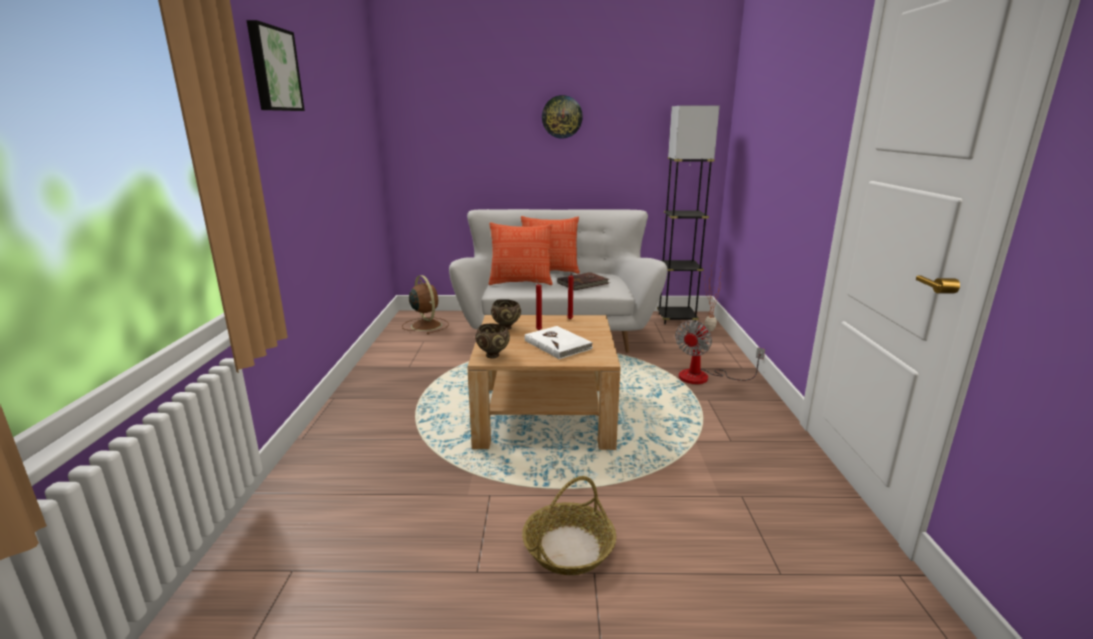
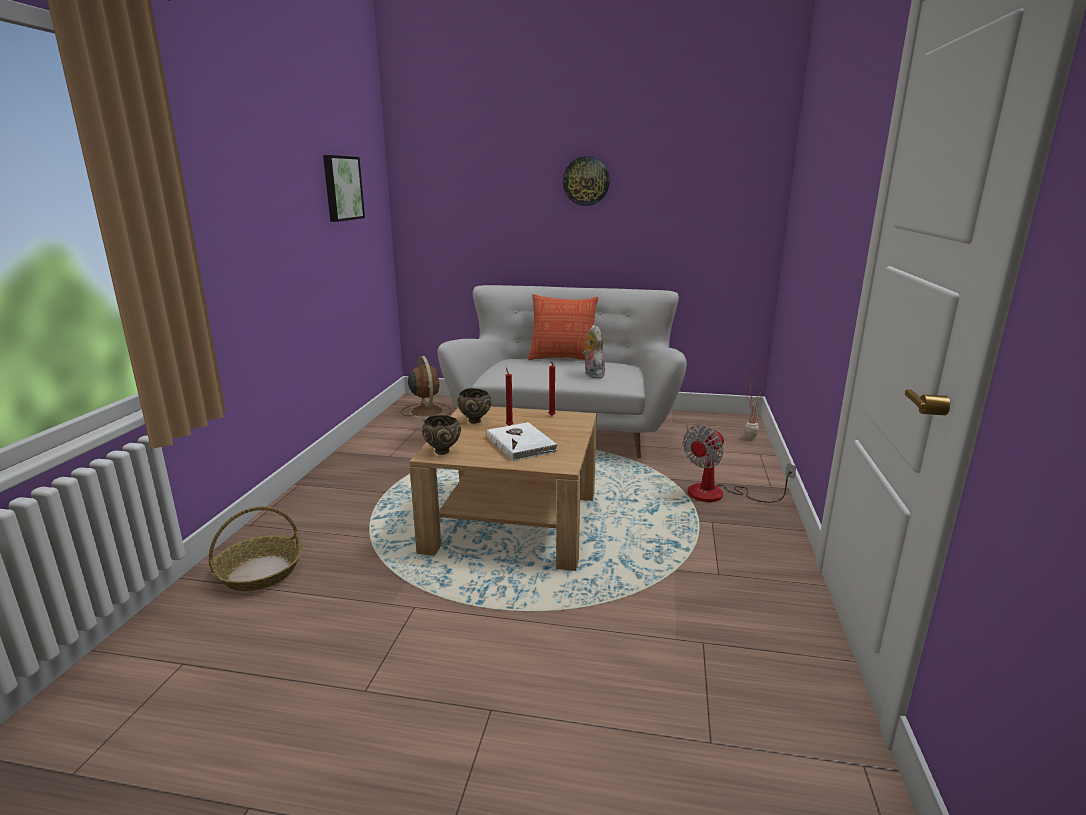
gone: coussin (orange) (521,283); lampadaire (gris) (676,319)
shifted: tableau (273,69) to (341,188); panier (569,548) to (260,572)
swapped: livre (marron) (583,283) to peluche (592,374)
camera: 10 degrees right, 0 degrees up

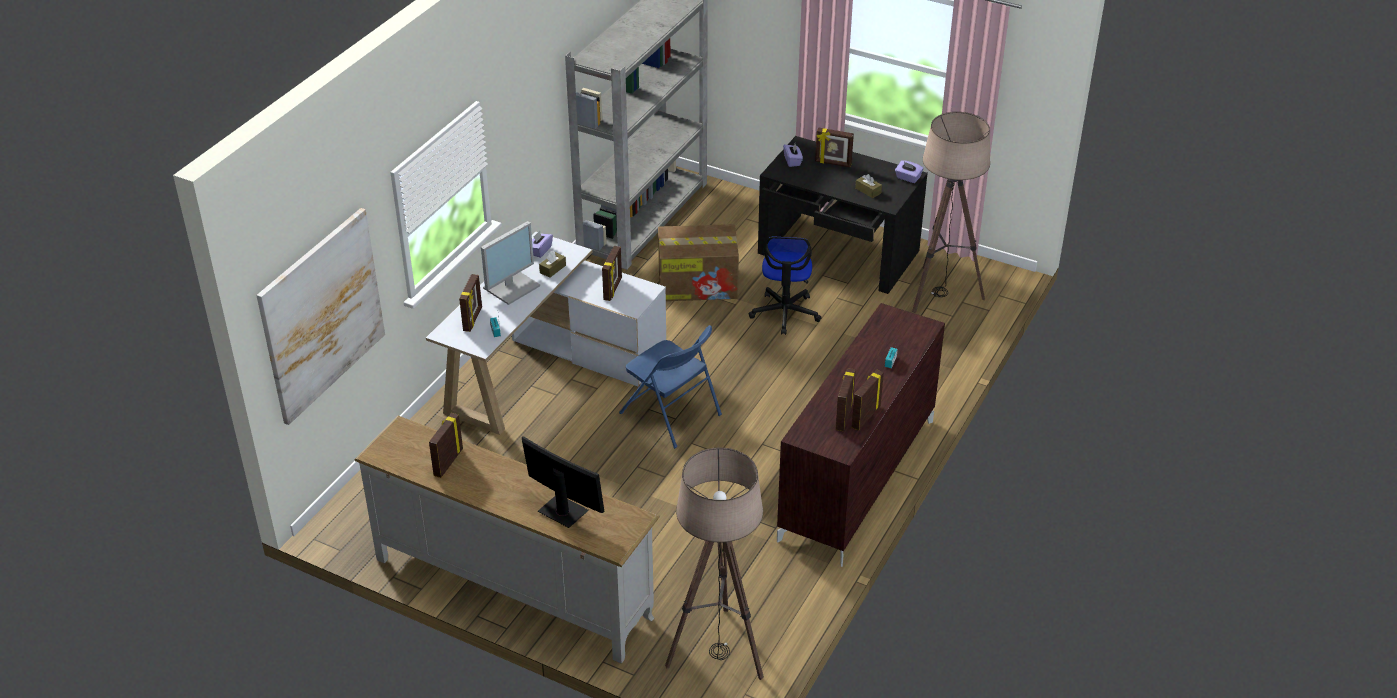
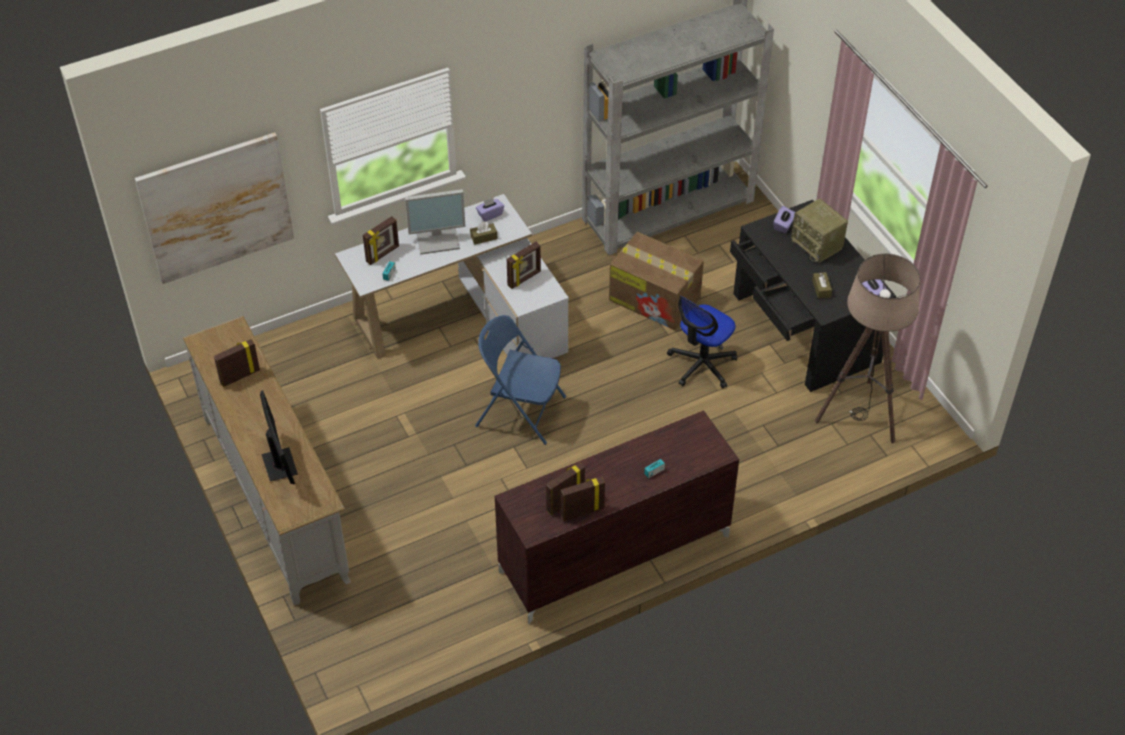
gone: lampadaire (717,651)
swapped: cadre photo (833,163) to radio (817,245)
rotated: chaise (bleu) (670,414) = (521,411) 120 degrees clockwise
camera: 35 degrees right, 10 degrees up

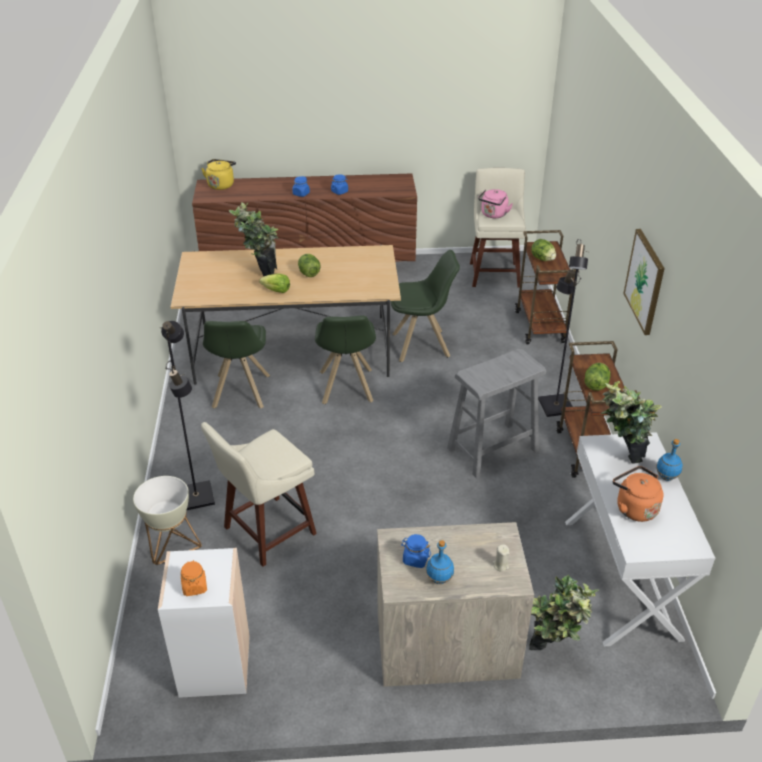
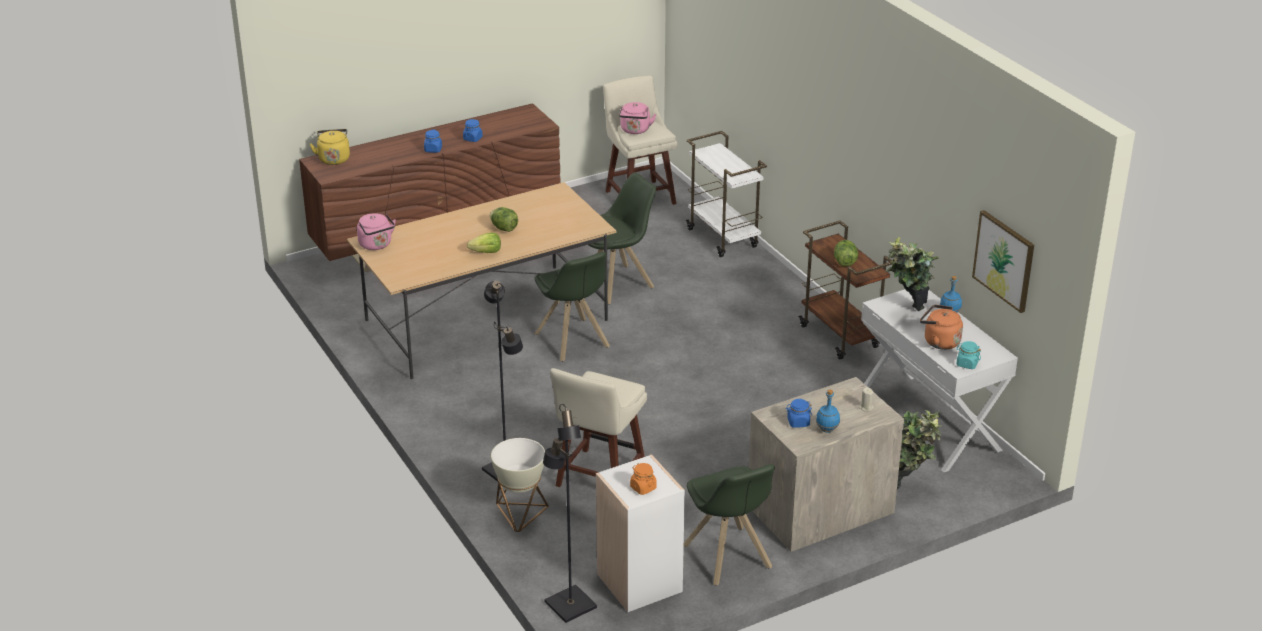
gone: plante en pot (259,274); tabouret (gris) (492,449); laitue (542,259)
new: bouilloire (rose) (376,245); bocal (turquoise) (967,364)
shifted: chaise (vert) (240,391) to (728,556); lampadaire (noir) (556,406) to (570,604); tableau (645,281) to (1004,260)
repainted: chariot (marron) (540,329) to chariot (blanc) (723,240)
camera: 25 degrees left, 5 degrees down

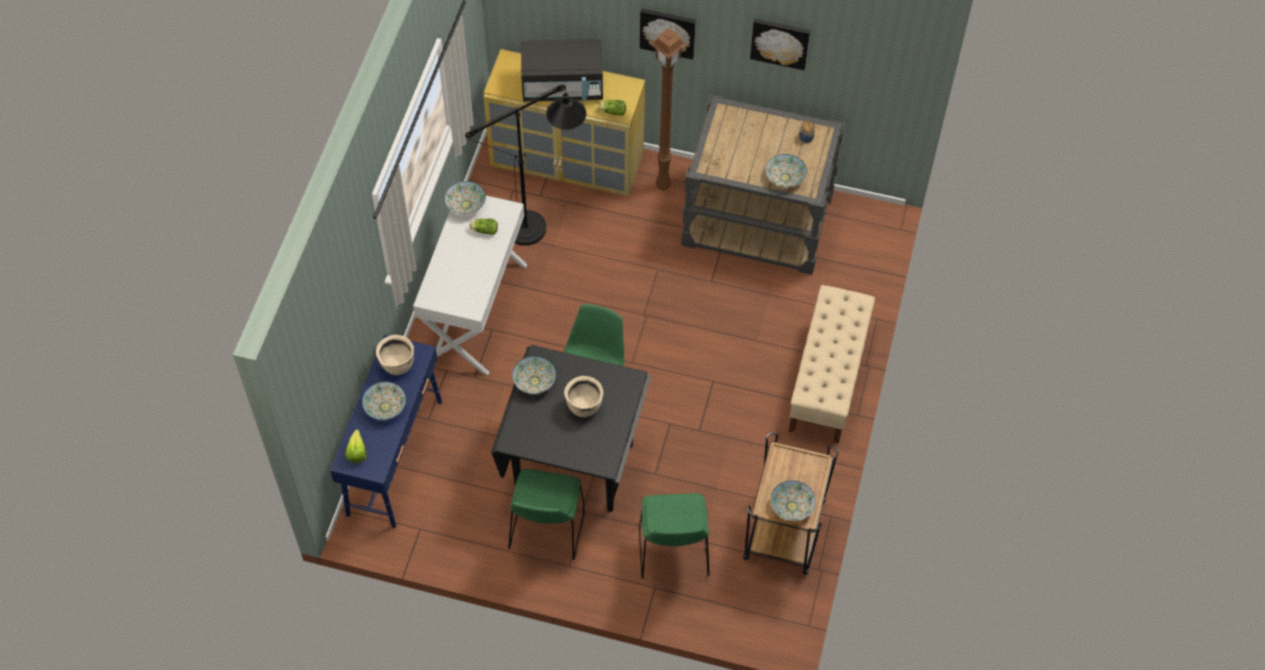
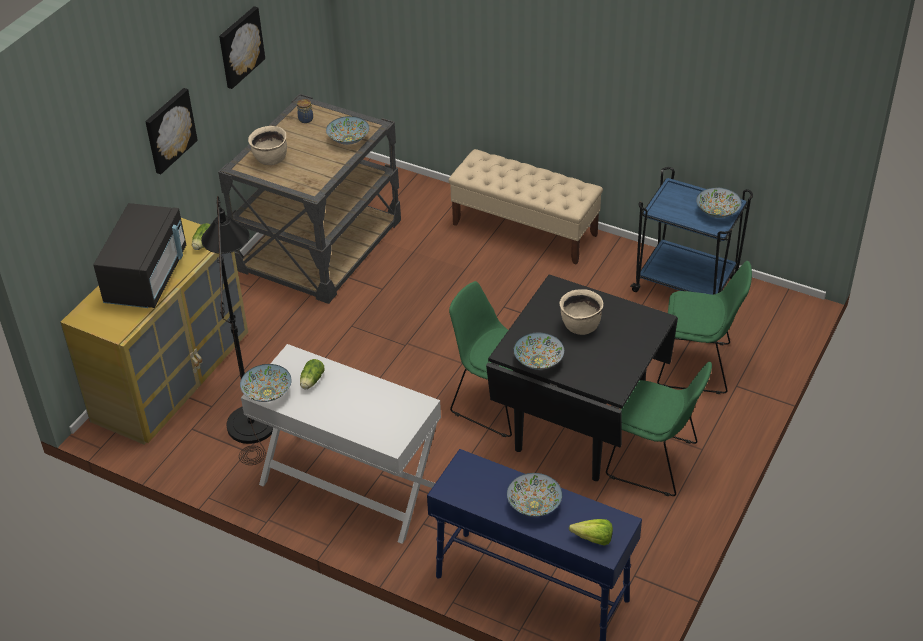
gone: lampadaire (marron) (664,185)
shifted: marmite (beige) (397,364) to (270,159)
repainted: chariot (marron) (784,531) to chariot (bleu) (686,285)
camera: 75 degrees left, 15 degrees down

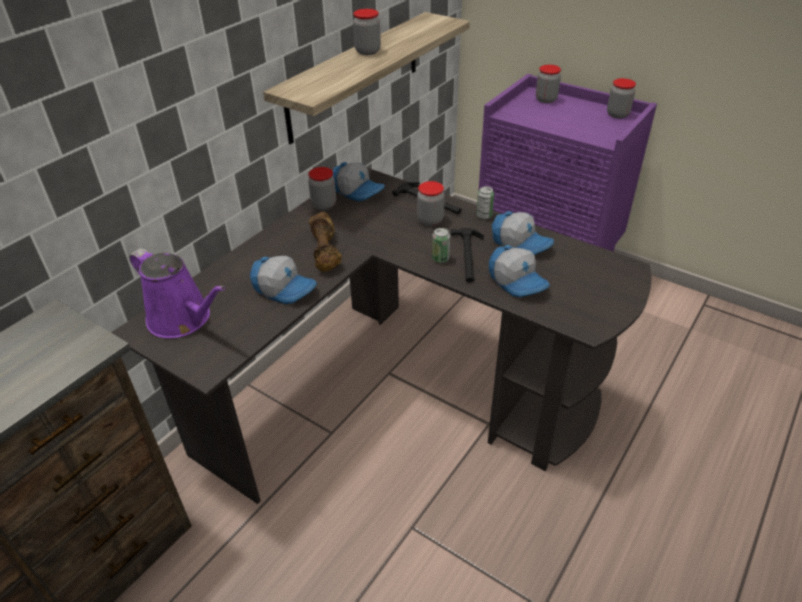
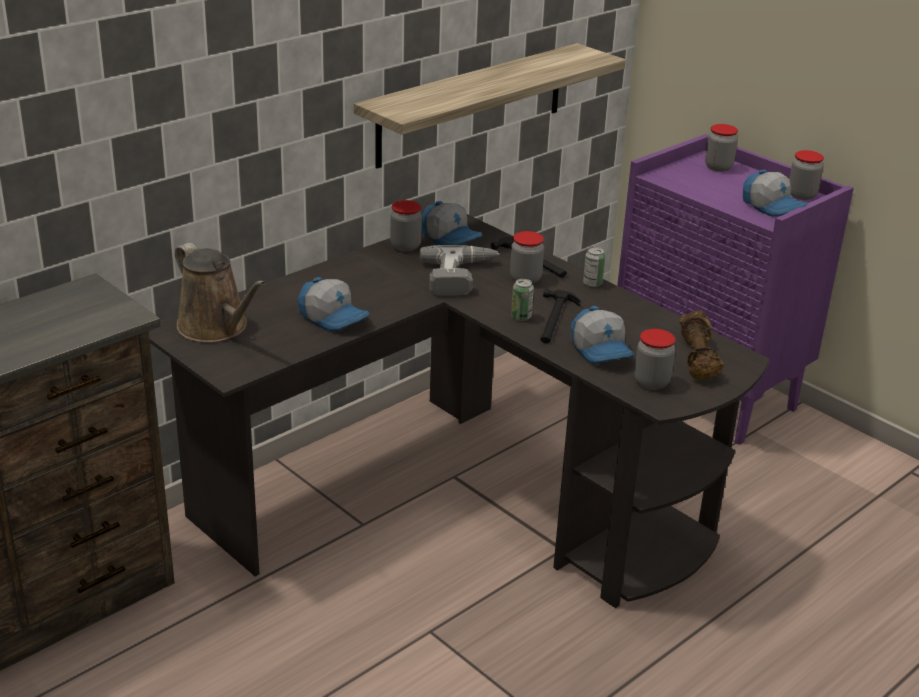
new: perceuse (461,277)
shifted: haltère (marron) (326,251) to (698,359); bocal (367,51) to (651,382); casquette (521,243) to (773,207)
repainted: arrosoir (violet) (183,319) to arrosoir (marron) (216,328)
camera: 10 degrees right, 10 degrees down

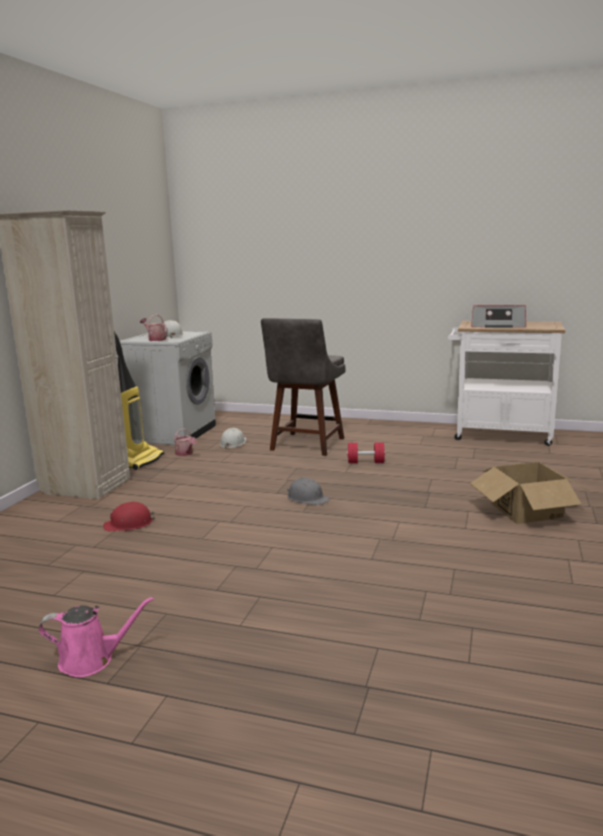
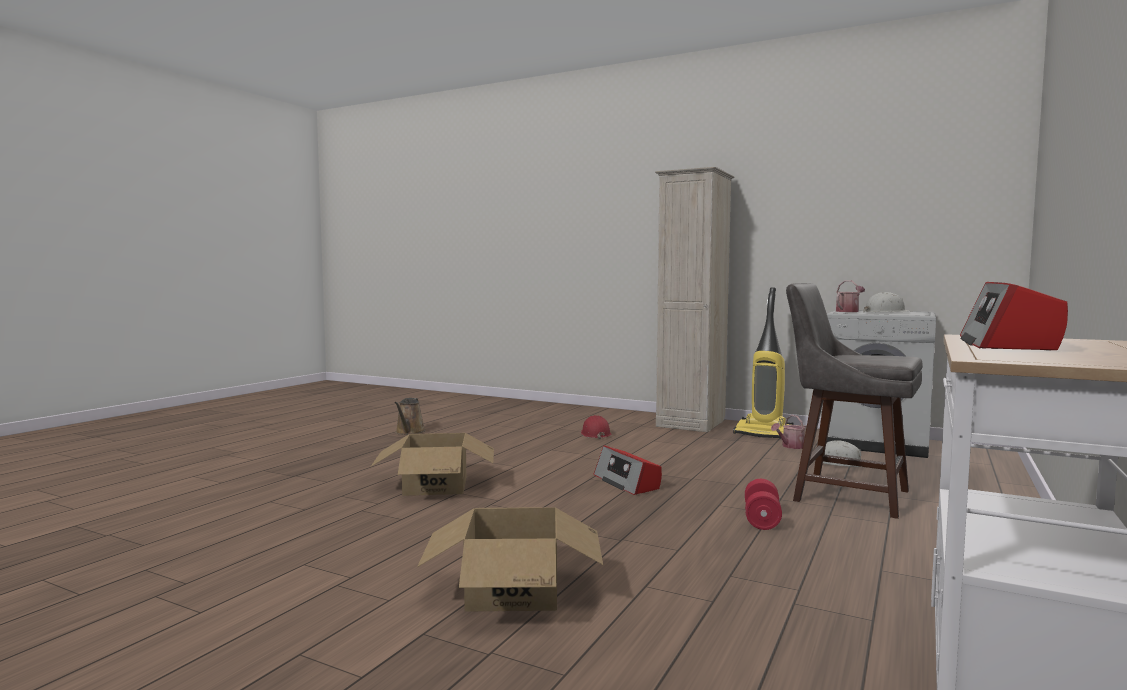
new: carton (436,485)
swapped: casque de chantier (gris) (307,498) to radio (627,482)
repainted: arrosoir (rose) (92,660) to arrosoir (marron) (409,432)
camera: 100 degrees right, 10 degrees down

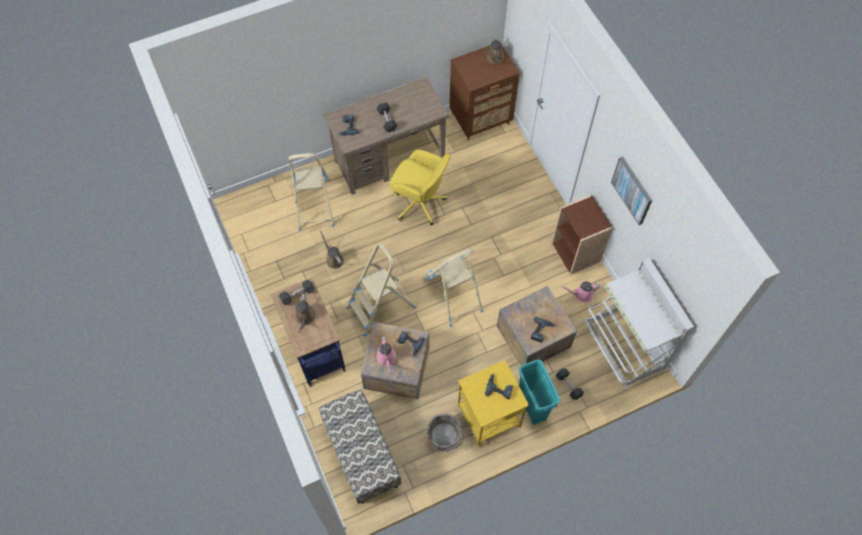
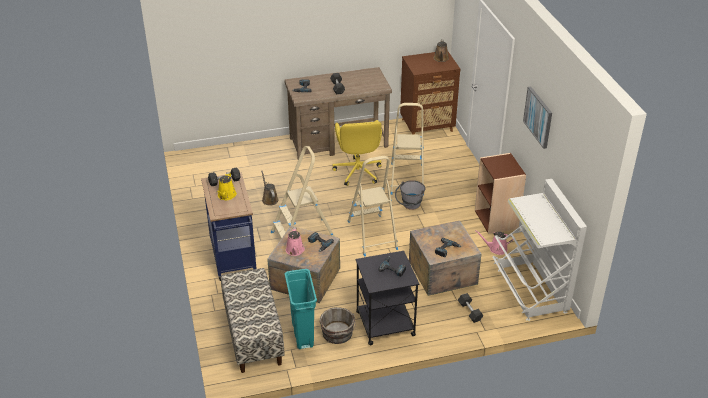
new: seau (gris) (409,206)
shifted: escabeau (beige) (314,203) to (407,178); poubelle (turquoise) (532,406) to (303,335)
repainted: arrosoir (marron) (305,318) to arrosoir (jaune) (226,196); chariot (jaune) (488,416) to chariot (noir) (384,324)
rotated: chaise de bureau (jaune) (419,204) = (357,173) 45 degrees clockwise
camera: 10 degrees right, 25 degrees down

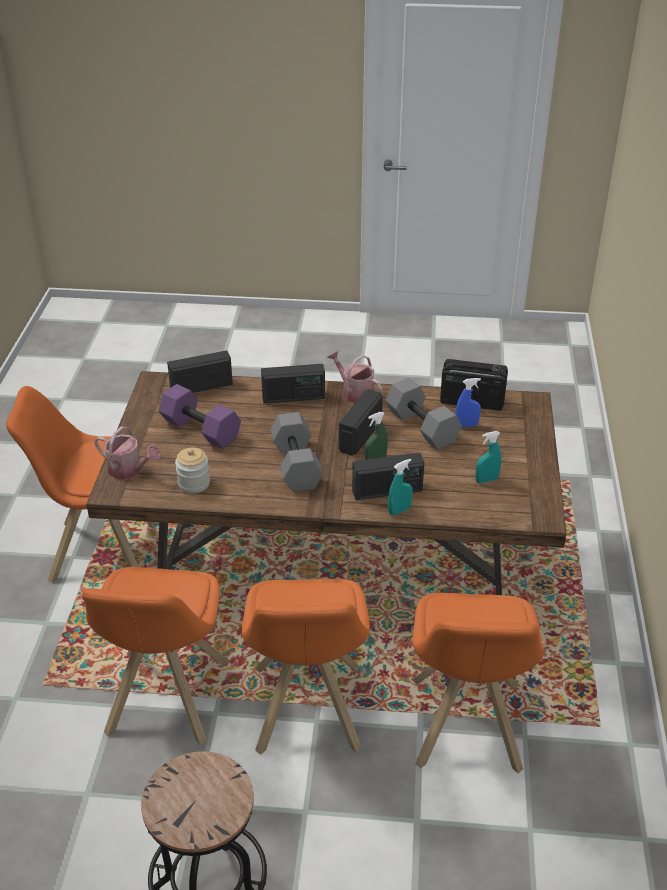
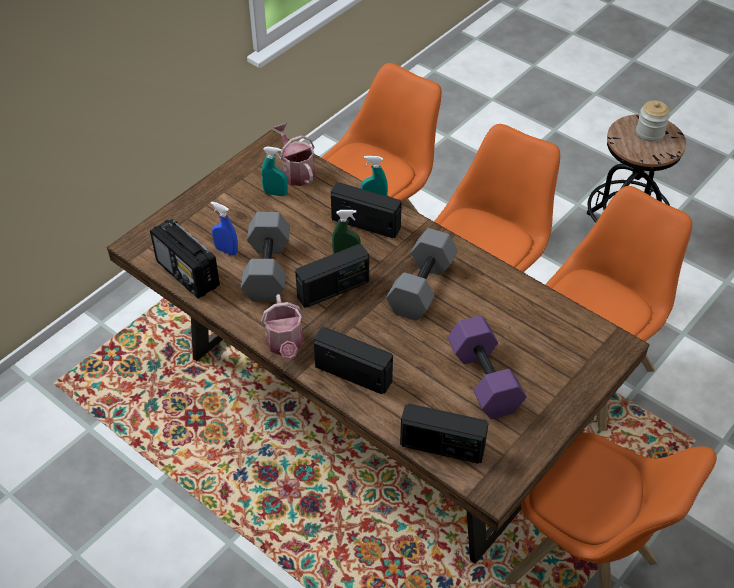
shifted: arrosoir (129,470) to (296,171); bocal (194,483) to (650,133)
camera: 145 degrees left, 10 degrees up

